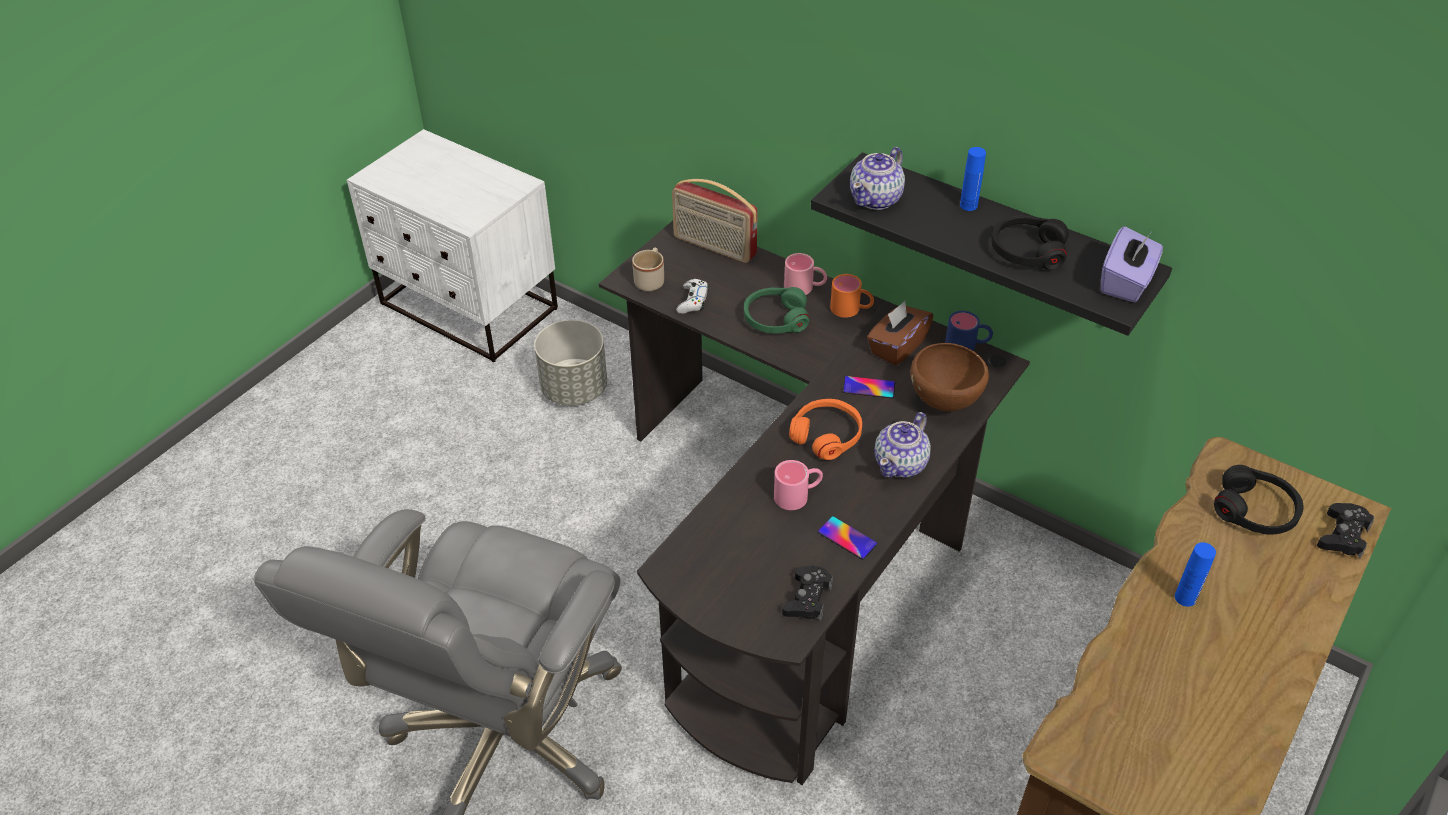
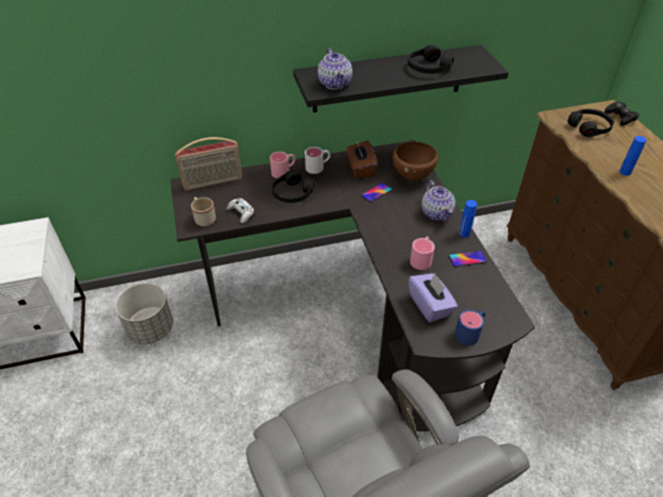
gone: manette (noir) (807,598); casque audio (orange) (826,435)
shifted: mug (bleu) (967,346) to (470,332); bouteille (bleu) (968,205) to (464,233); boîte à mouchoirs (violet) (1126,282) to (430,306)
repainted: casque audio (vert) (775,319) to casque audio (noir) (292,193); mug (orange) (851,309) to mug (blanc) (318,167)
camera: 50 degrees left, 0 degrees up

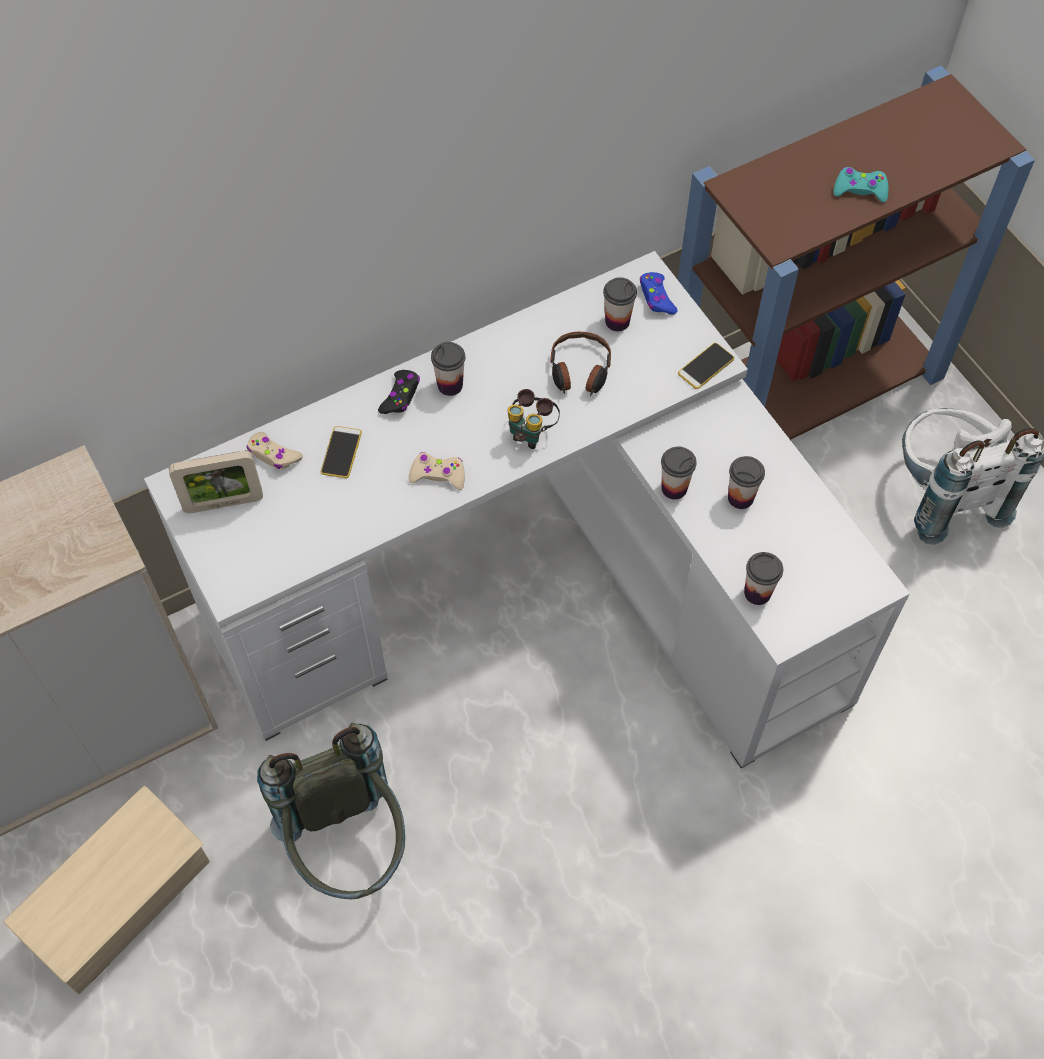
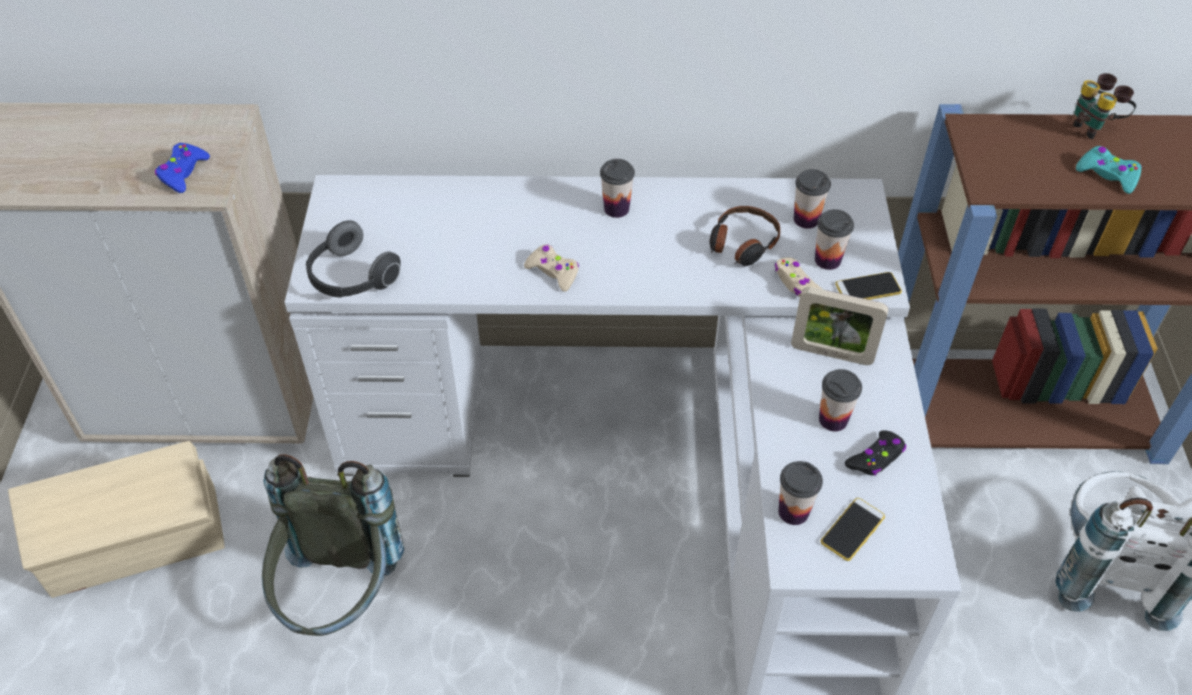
new: casque audio (351,278)
shifted: cadre photo (223,503) to (831,353); manette (beige) (273,455) to (796,283); téléphone (341,452) to (852,529); manette (noir) (400,396) to (876,458); jumelles (531,432) to (1094,127); manette (bleu) (656,298) to (183,173); tasse (674,488) to (827,260)
camera: 30 degrees right, 10 degrees down

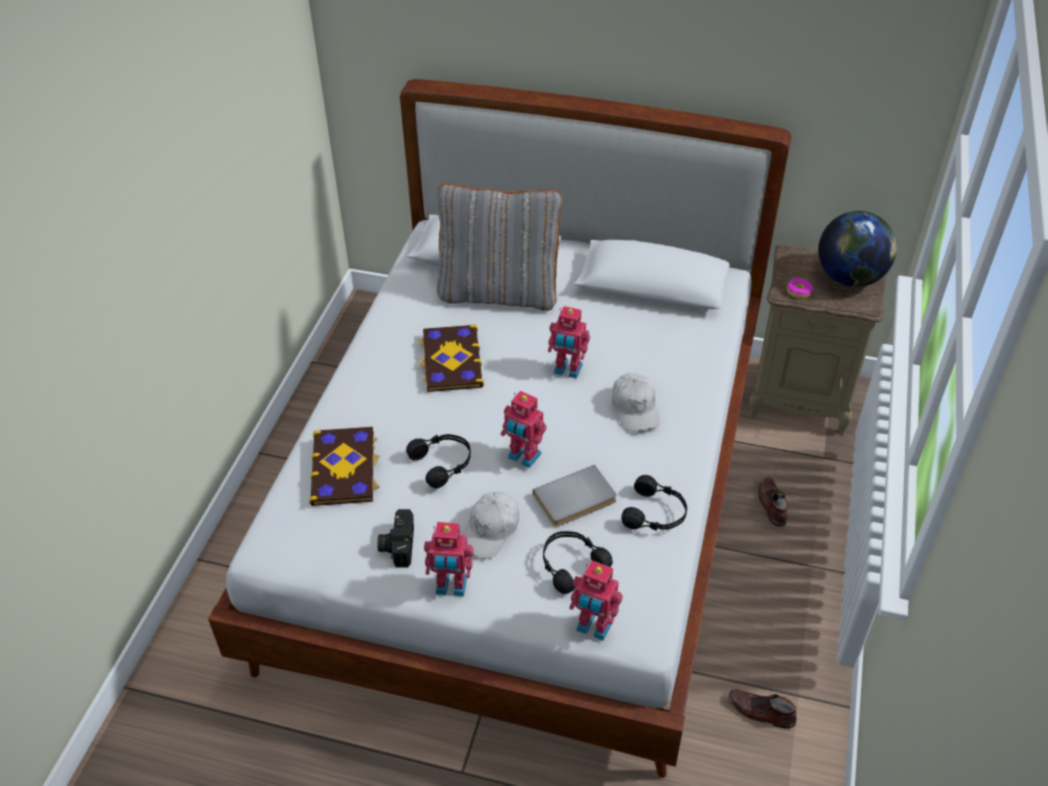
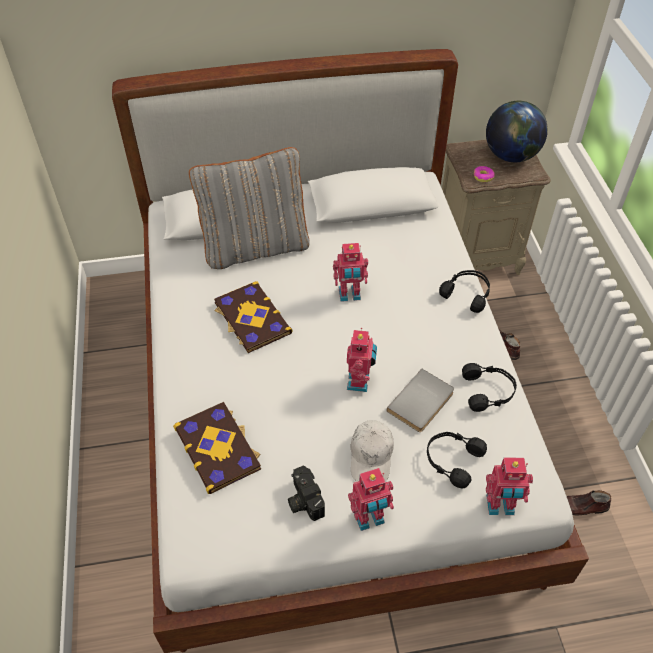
gone: casquette (blanc) (635,408)
shifted: casque audio (noir) (443,463) to (467,294)
rotated: robot jouet (523,457) = (360,382) 90 degrees counterclockwise
camera: 25 degrees left, 5 degrees up

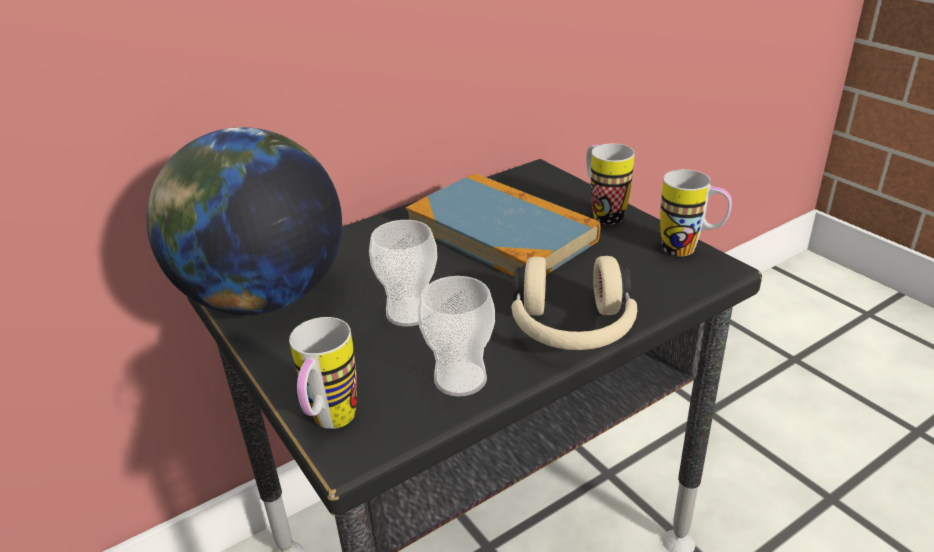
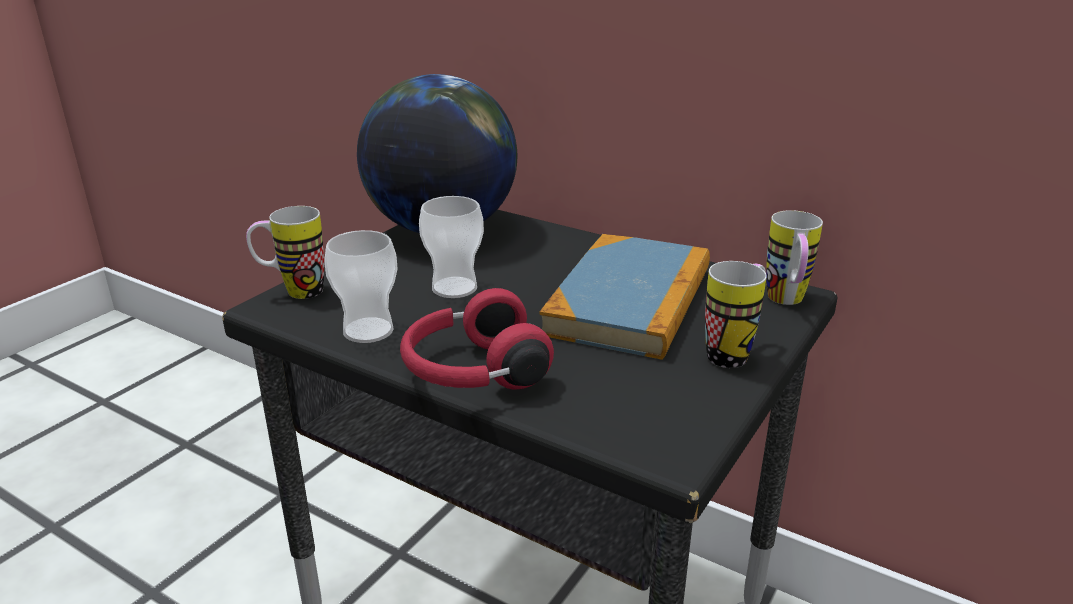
shifted: mug (689,250) to (787,302)
repainted: casque audio (beige) (572,329) to casque audio (rouge) (473,372)
camera: 65 degrees right, 5 degrees down

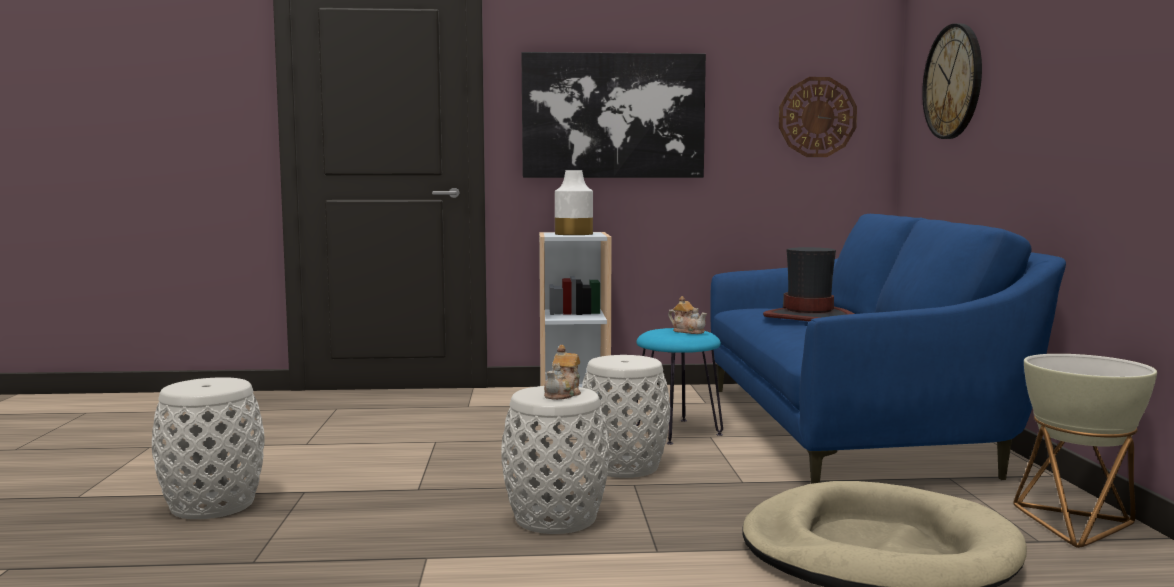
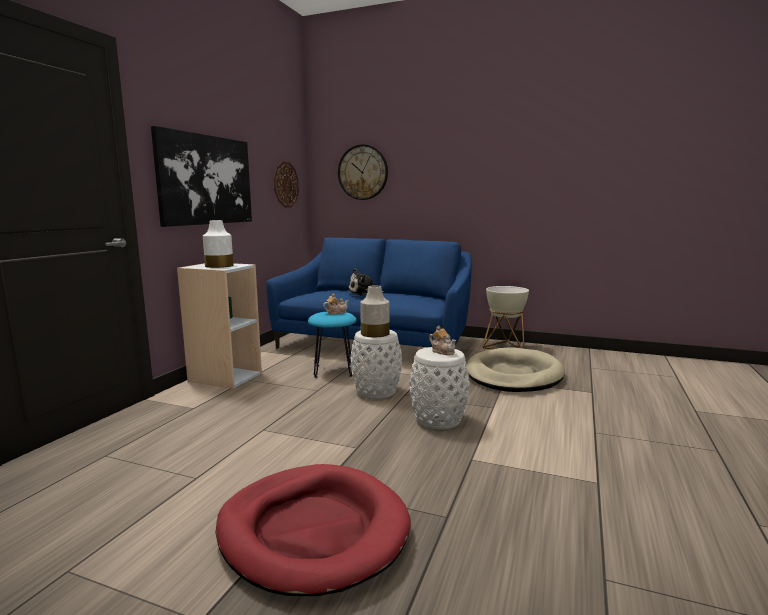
new: vase (beige) (374,333)
swapped: tabouret (blanc) (213,505) to panier pour chien (rouge) (313,531); chapeau (809,317) to peluche (364,293)
camera: 65 degrees left, 5 degrees up

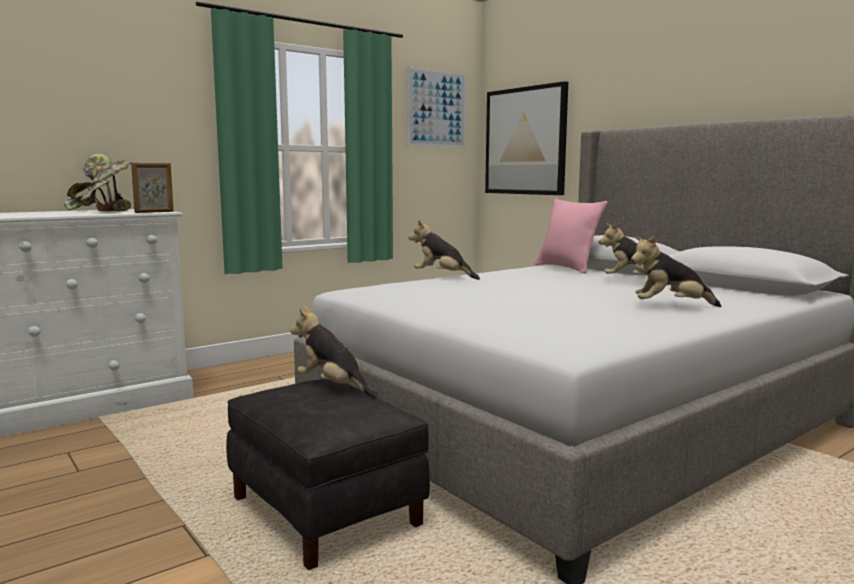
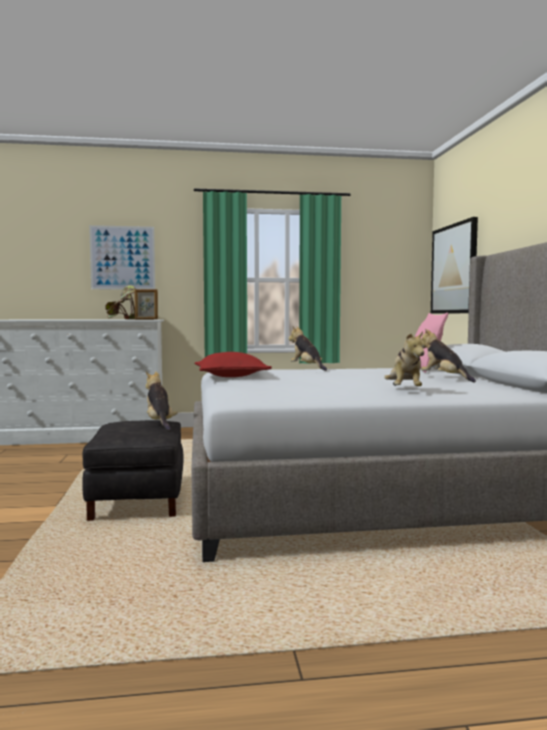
new: coussin (rouge) (231,376)
shifted: tableau (436,108) to (122,258)
rotated: peluche (670,307) = (404,390) 120 degrees counterclockwise
camera: 30 degrees right, 5 degrees down

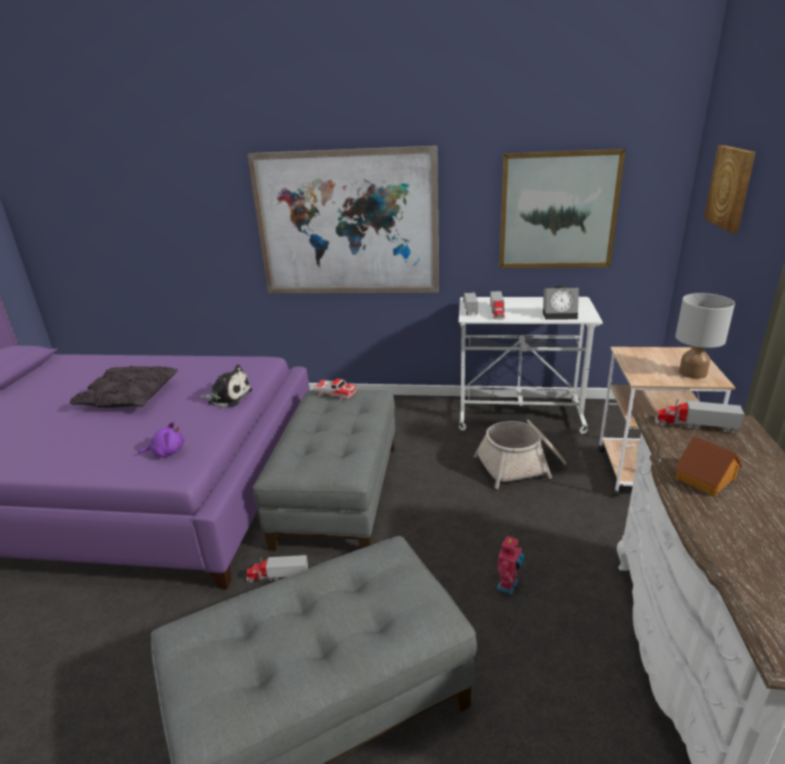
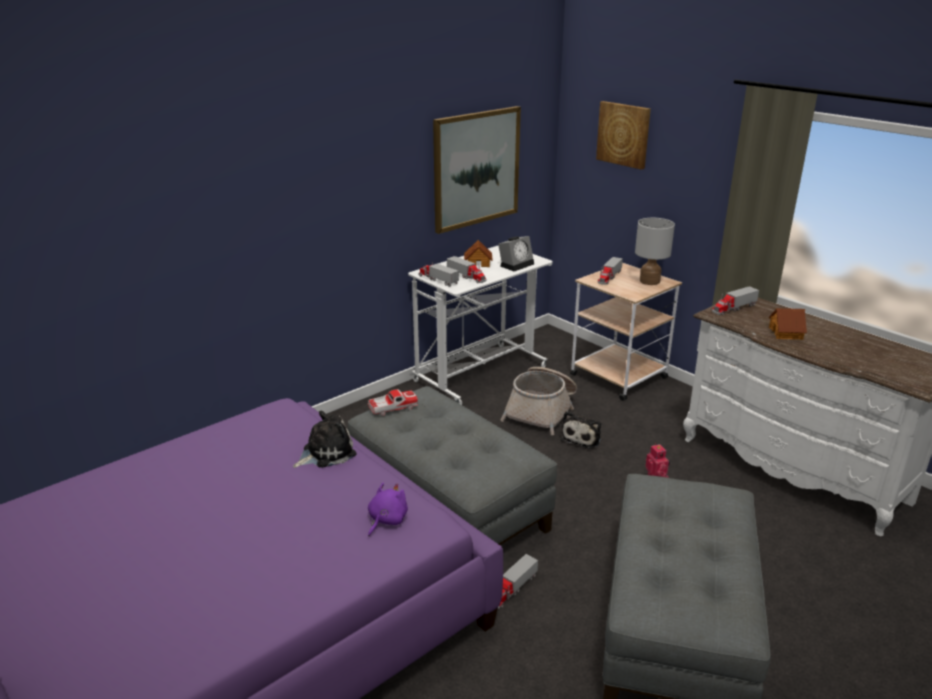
gone: coussin (noir) (129,397); tableau (347,223)
new: maison miniature (478,263); peluche (582,437); camion jouet (609,277)
camera: 50 degrees left, 0 degrees up

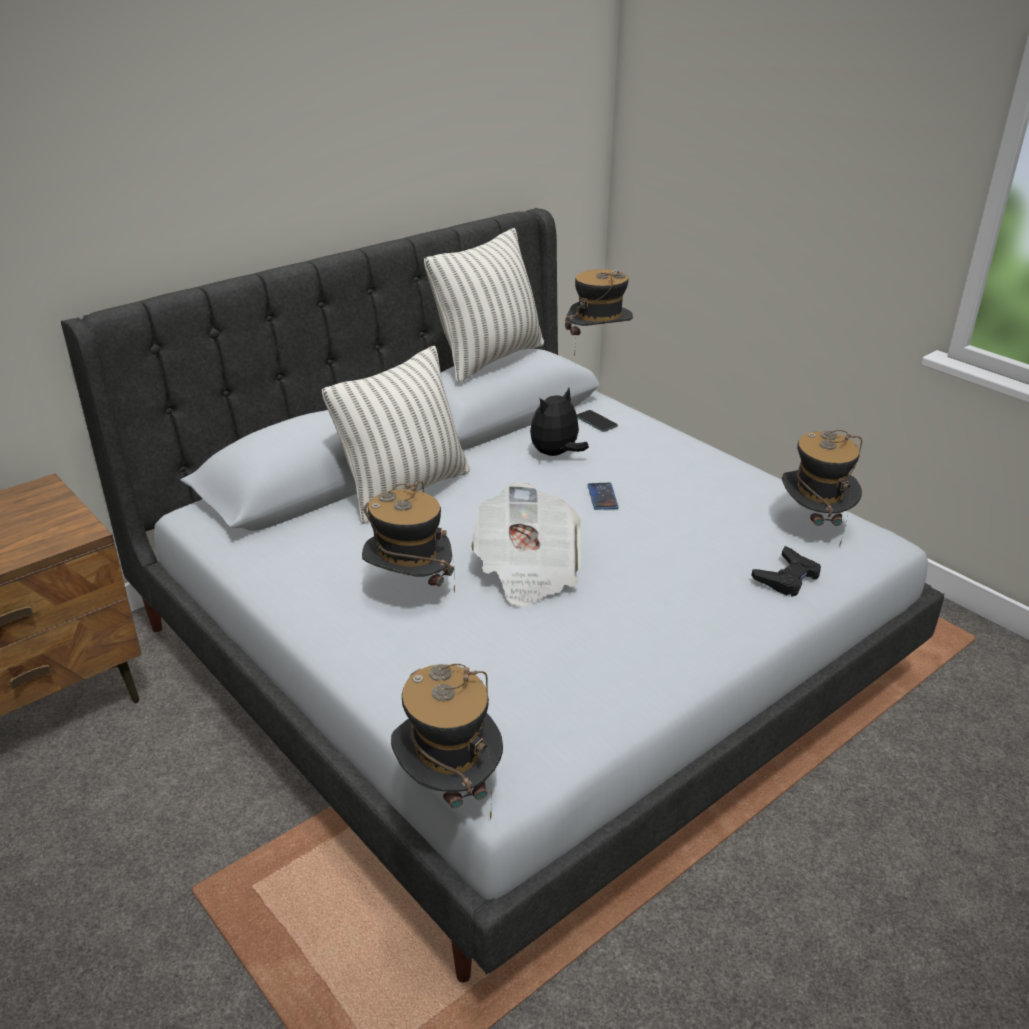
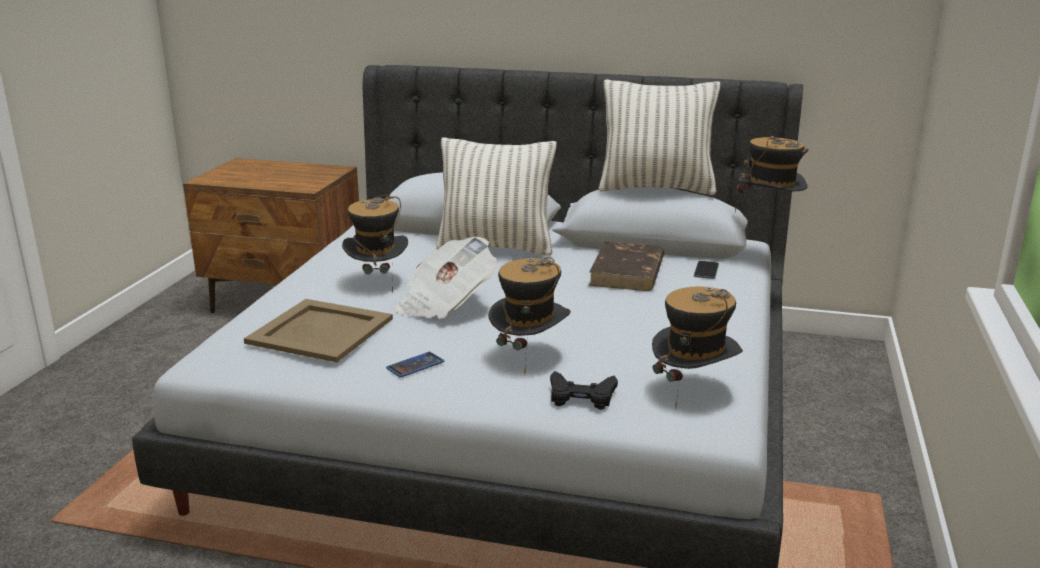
new: plateau (beige) (320,331)
shifted: chapeau (448,789) to (529,355); téléphone (602,497) to (415,365)
swapped: peluche (556,454) to livre (marron) (627,272)
camera: 55 degrees right, 10 degrees down

